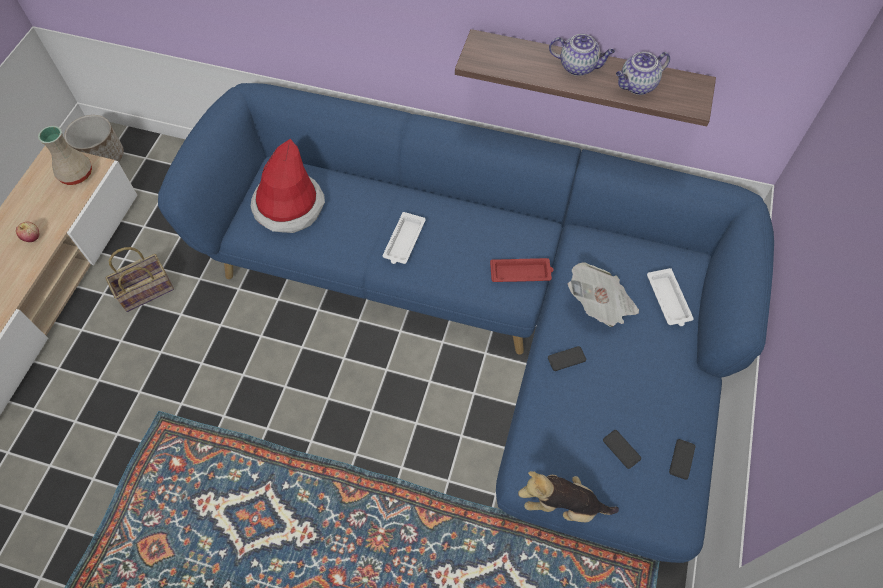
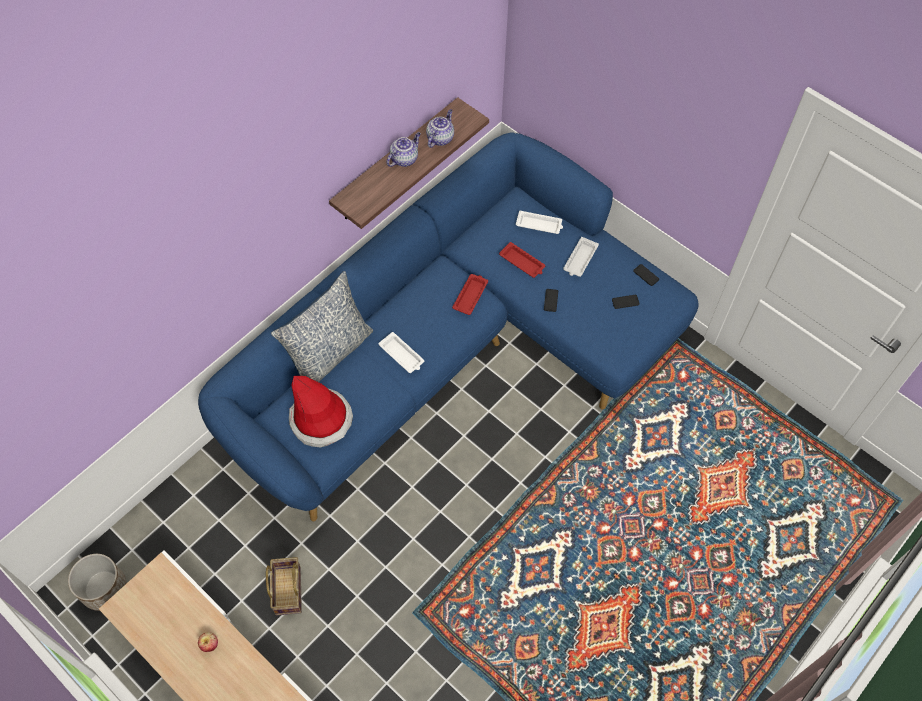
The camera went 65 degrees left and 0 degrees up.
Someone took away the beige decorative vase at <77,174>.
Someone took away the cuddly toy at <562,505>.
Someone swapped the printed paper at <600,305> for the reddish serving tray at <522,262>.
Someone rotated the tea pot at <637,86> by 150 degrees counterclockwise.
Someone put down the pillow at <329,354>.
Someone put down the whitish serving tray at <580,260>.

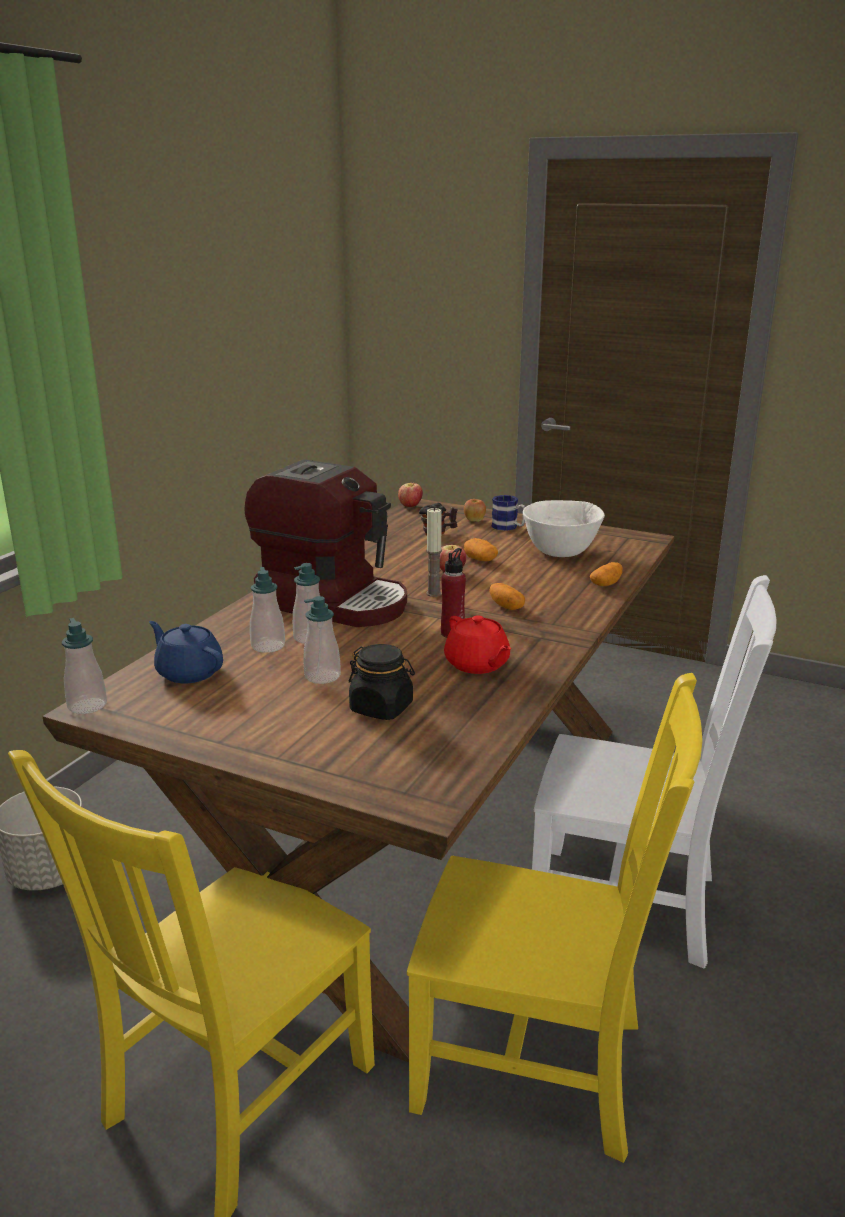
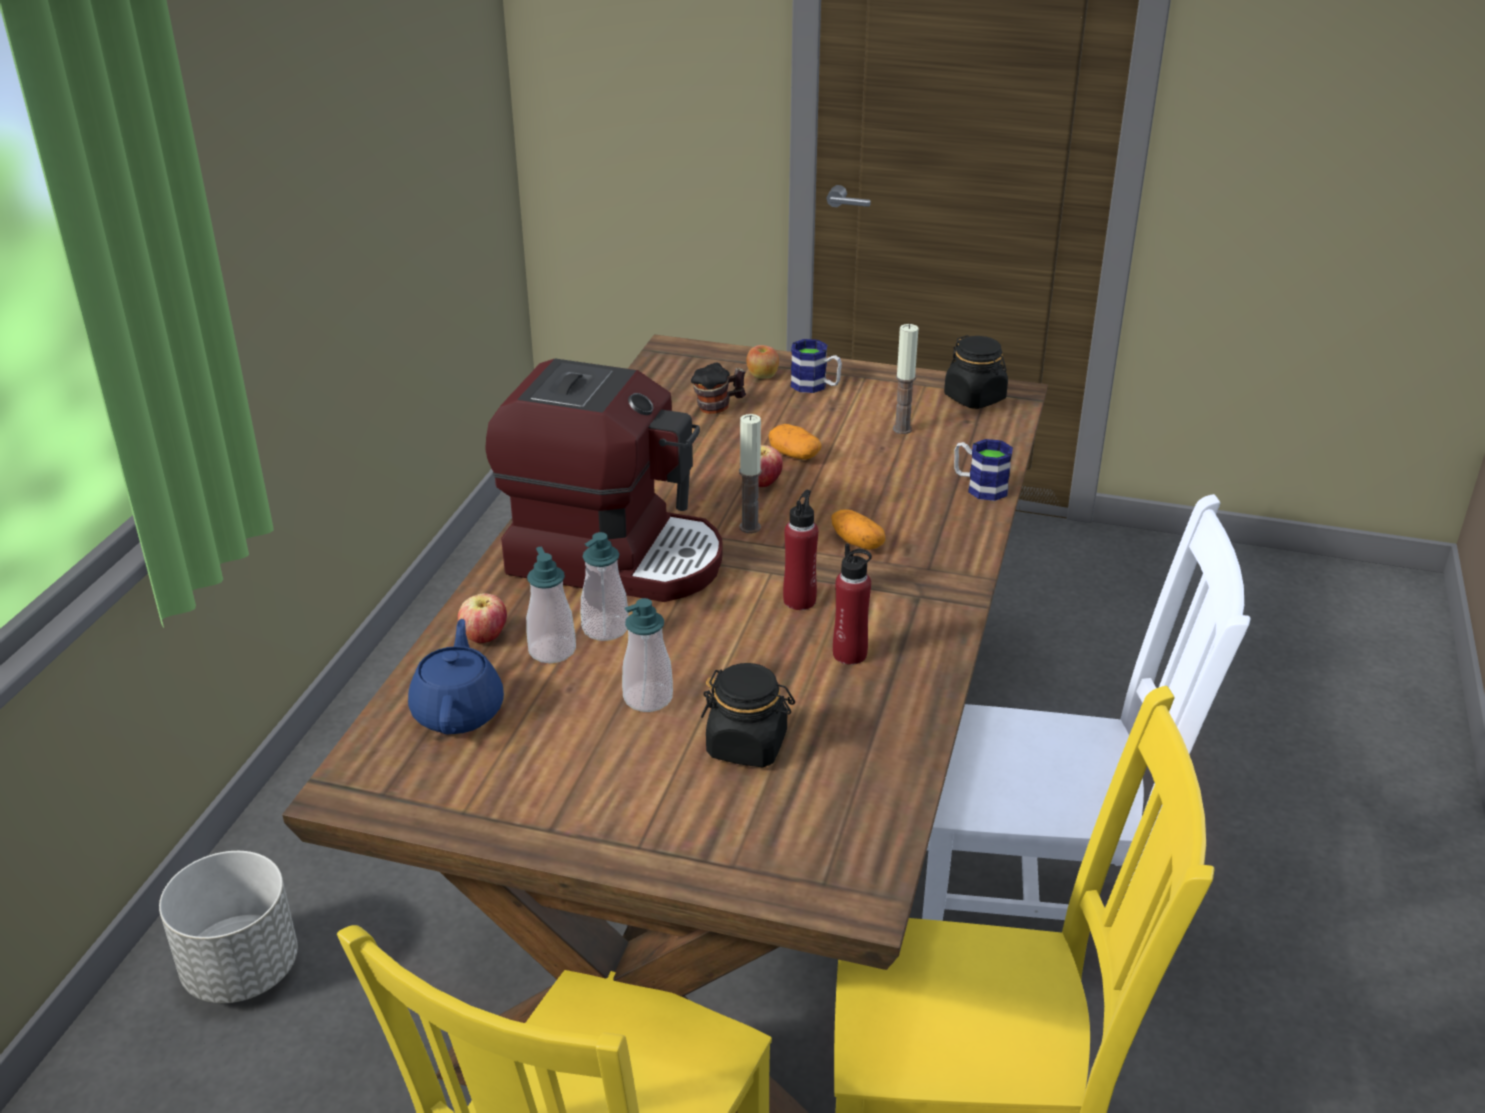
The camera went 10 degrees left and 10 degrees up.
Someone took away the soap dispenser at <87,705>.
Someone rotated the bluish tea pot at <189,672> by 60 degrees clockwise.
Someone carried the whole apple from <410,506> to <484,637>.
Someone swapped the reddish tea pot at <477,664> for the reddish bottle at <850,654>.
Someone swapped the whitish serving bowl at <561,551> for the wax light at <902,429>.
Someone swapped the potato at <606,584> for the coffee mug at <979,487>.
Someone put down the black storage jar at <975,398>.

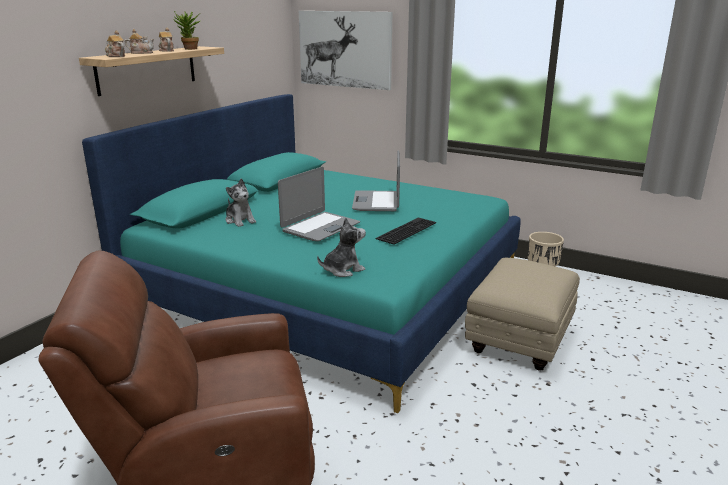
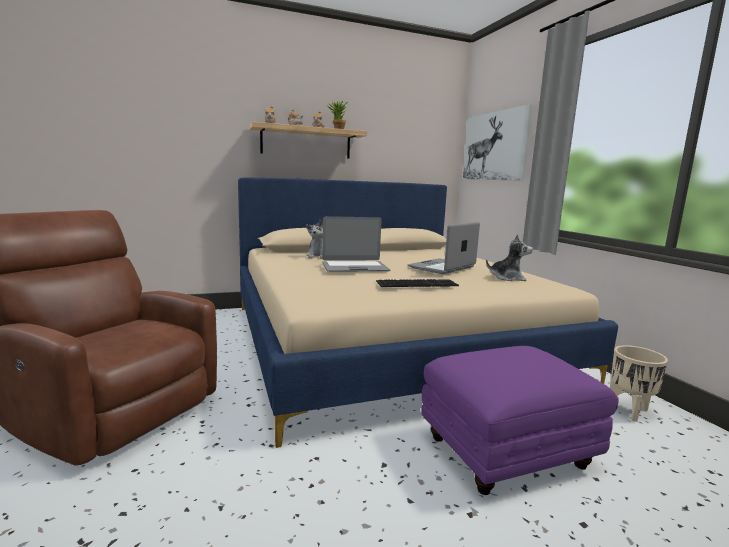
The camera went 40 degrees right and 10 degrees down.
Someone repainted the blue-green bedroom bed at <328,289>, which became the beige bedroom bed at <387,341>.
Someone carried the cuddly toy from <343,270> to <508,278>.
Someone repainted the beige pouffe at <520,339>, which became the purple-coloured pouffe at <507,452>.

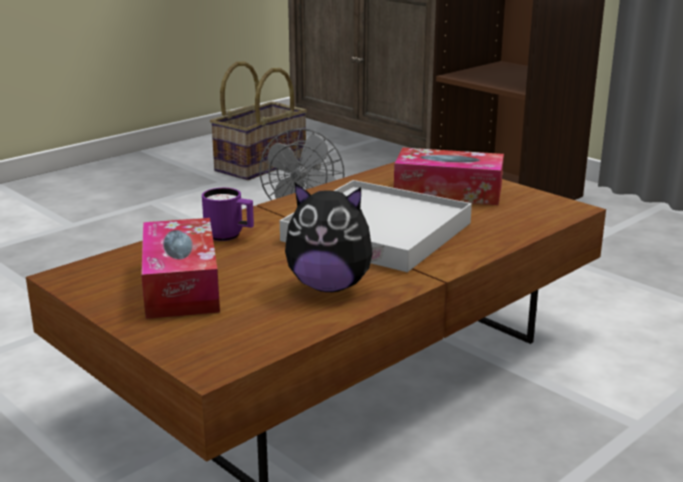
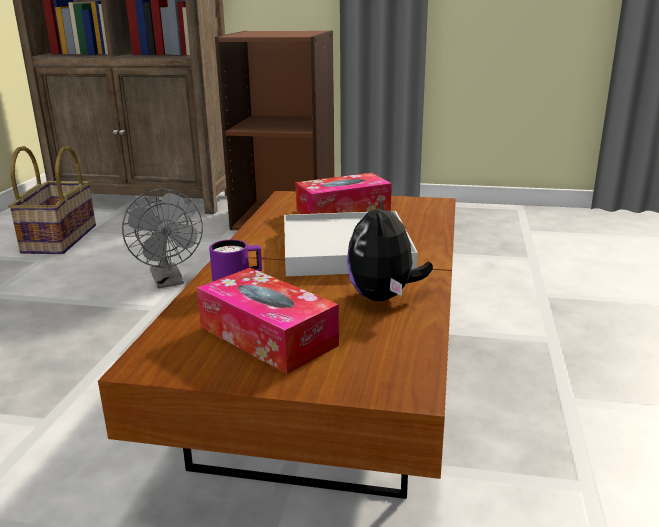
The camera went 35 degrees left and 0 degrees up.
Someone rotated the cuddly toy at <330,286> by 120 degrees clockwise.

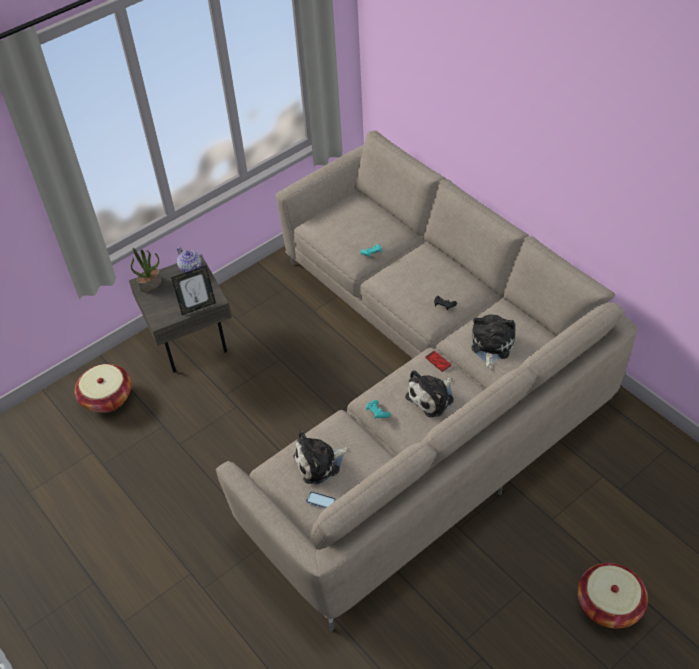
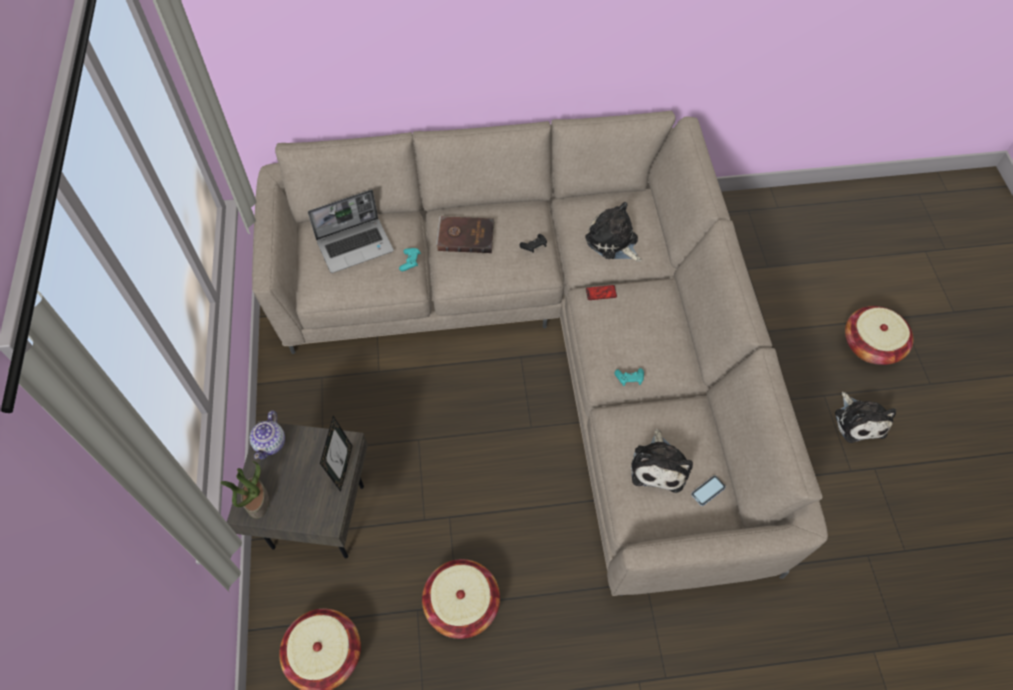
The camera went 60 degrees left and 10 degrees up.
Someone rotated the tea pot at <190,268> by 105 degrees clockwise.
Someone carried the cuddly toy from <432,397> to <859,421>.
Someone put down the notebook computer at <355,245>.
Someone put down the storage basket at <462,604>.
Someone put down the brown-coloured bound book at <465,236>.

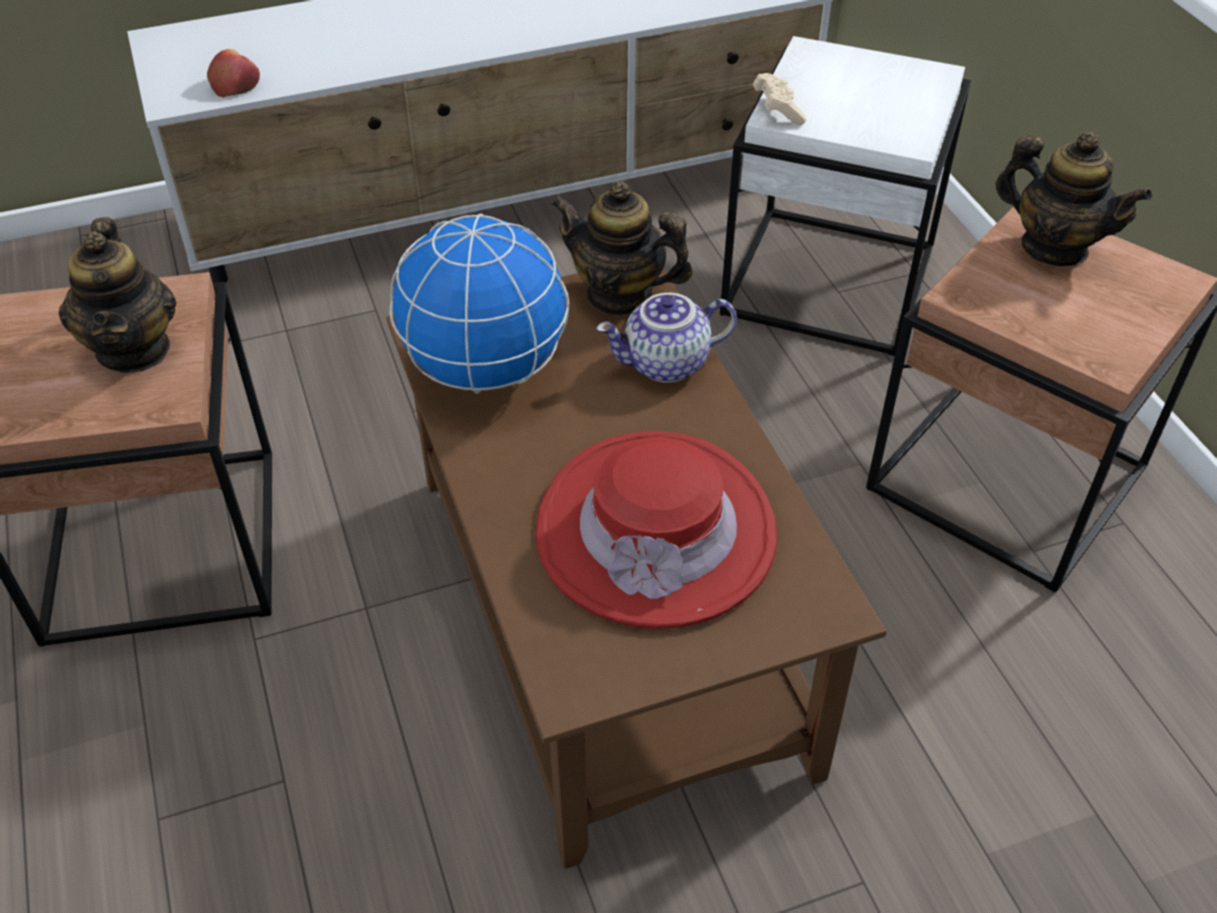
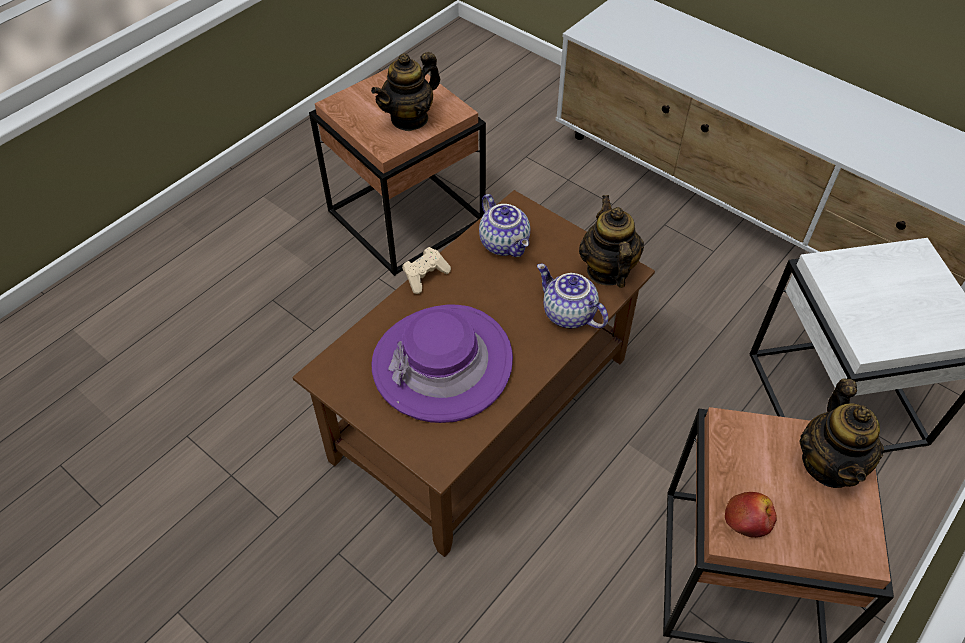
The camera went 60 degrees right and 5 degrees up.
Someone carried the whole apple from <235,84> to <749,518>.
Someone swapped the globe at <484,369> for the tea pot at <505,244>.
Someone repainted the reddish wearable hat at <656,532>, which became the purple-coloured wearable hat at <442,363>.
Someone carried the beige gamepad from <777,110> to <425,276>.

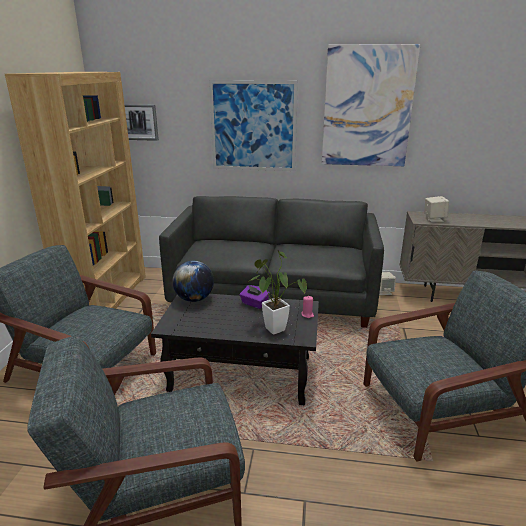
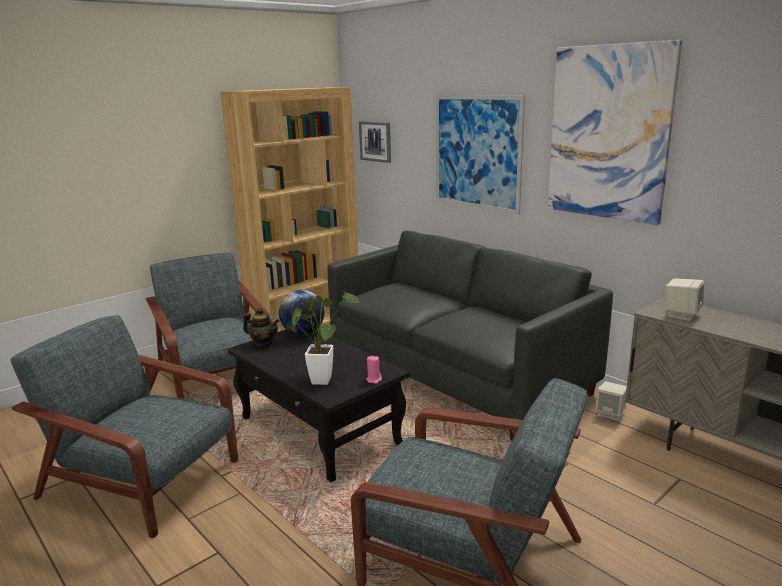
The camera went 40 degrees right and 5 degrees down.
Someone took away the purple-coloured tissue box at <254,304>.
Someone put down the tea pot at <263,344>.

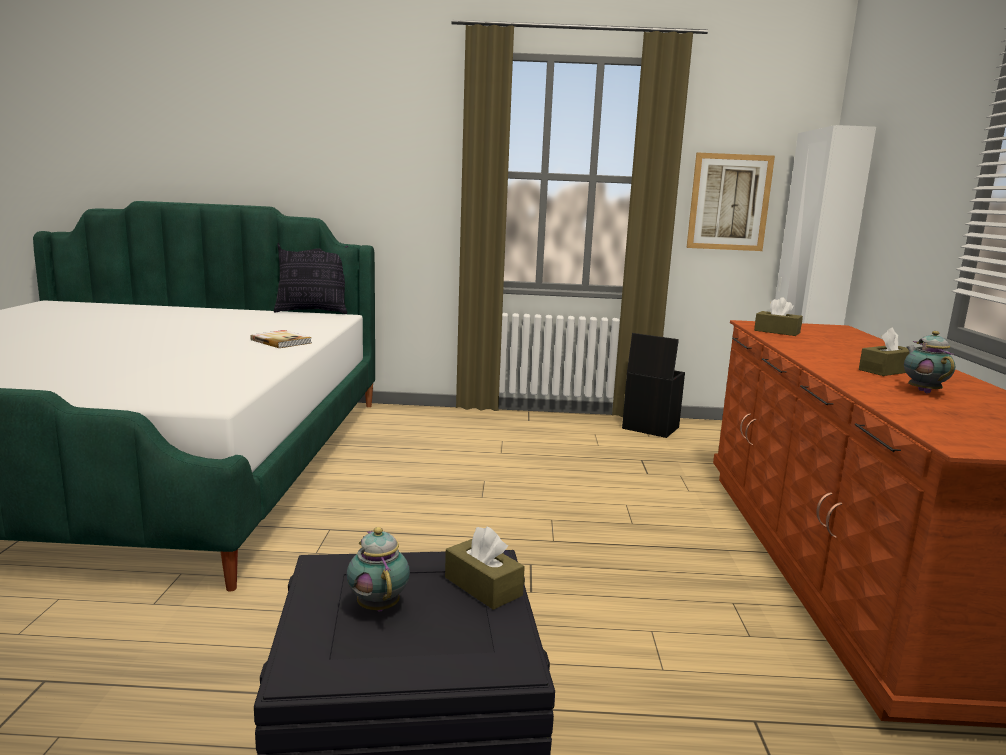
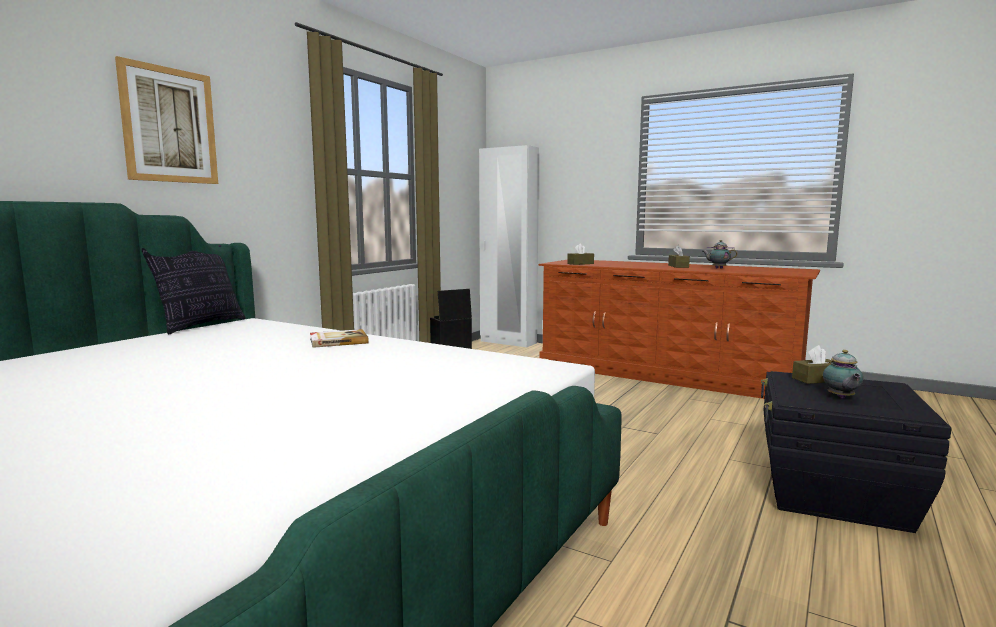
The camera went 60 degrees left and 5 degrees down.
Someone rotated the tea pot at <378,605> by 90 degrees counterclockwise.
Someone carried the wall art from <729,202> to <169,125>.

